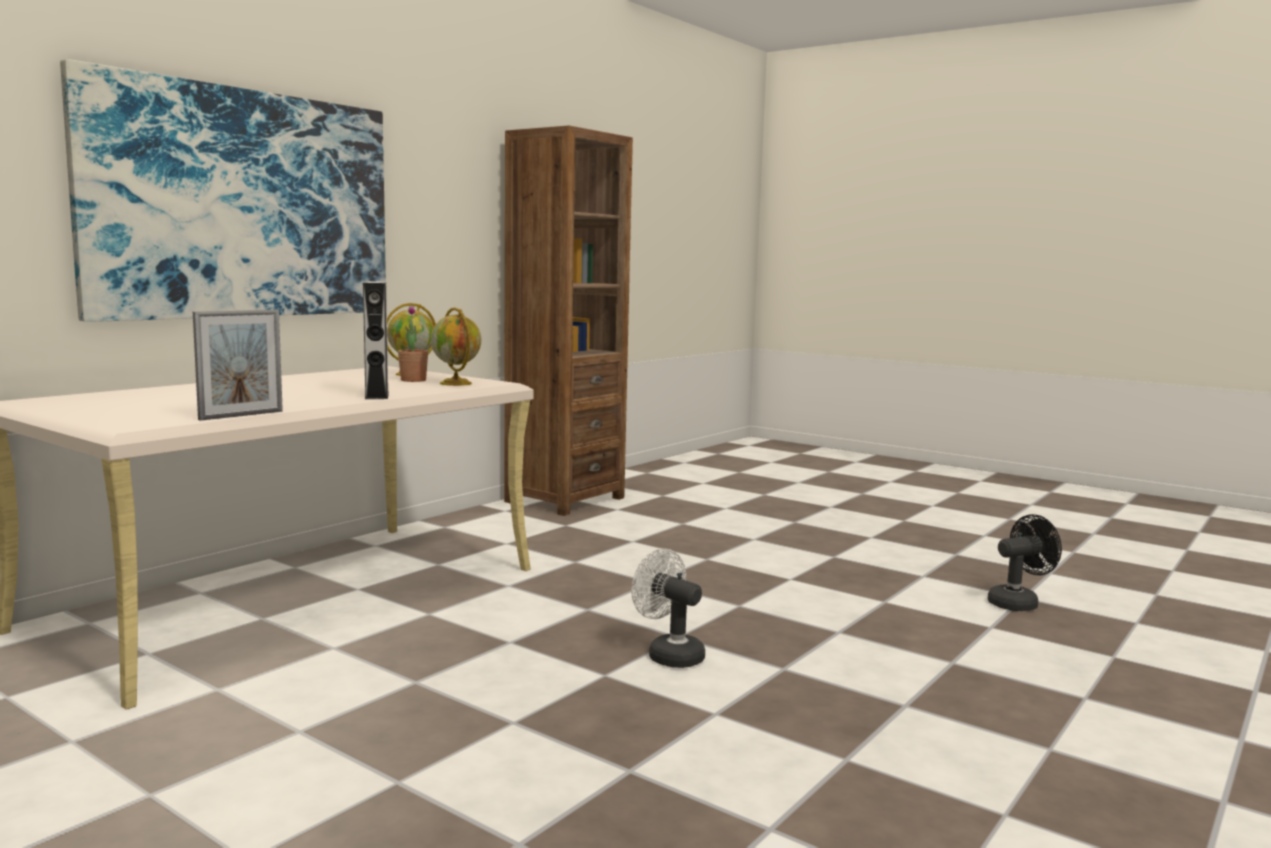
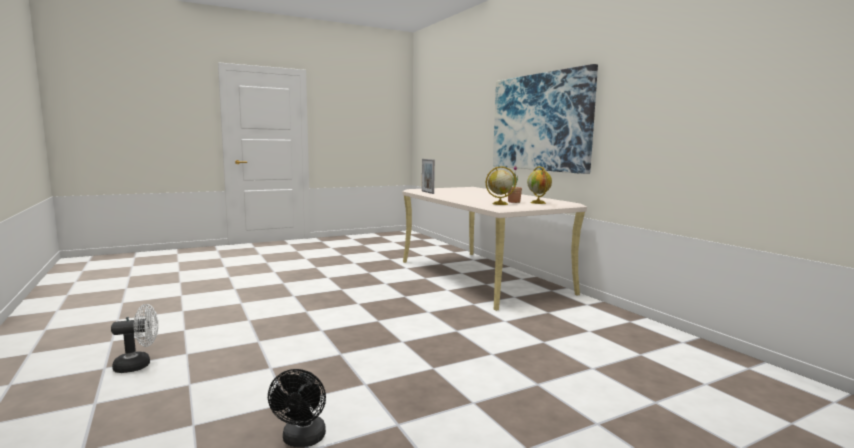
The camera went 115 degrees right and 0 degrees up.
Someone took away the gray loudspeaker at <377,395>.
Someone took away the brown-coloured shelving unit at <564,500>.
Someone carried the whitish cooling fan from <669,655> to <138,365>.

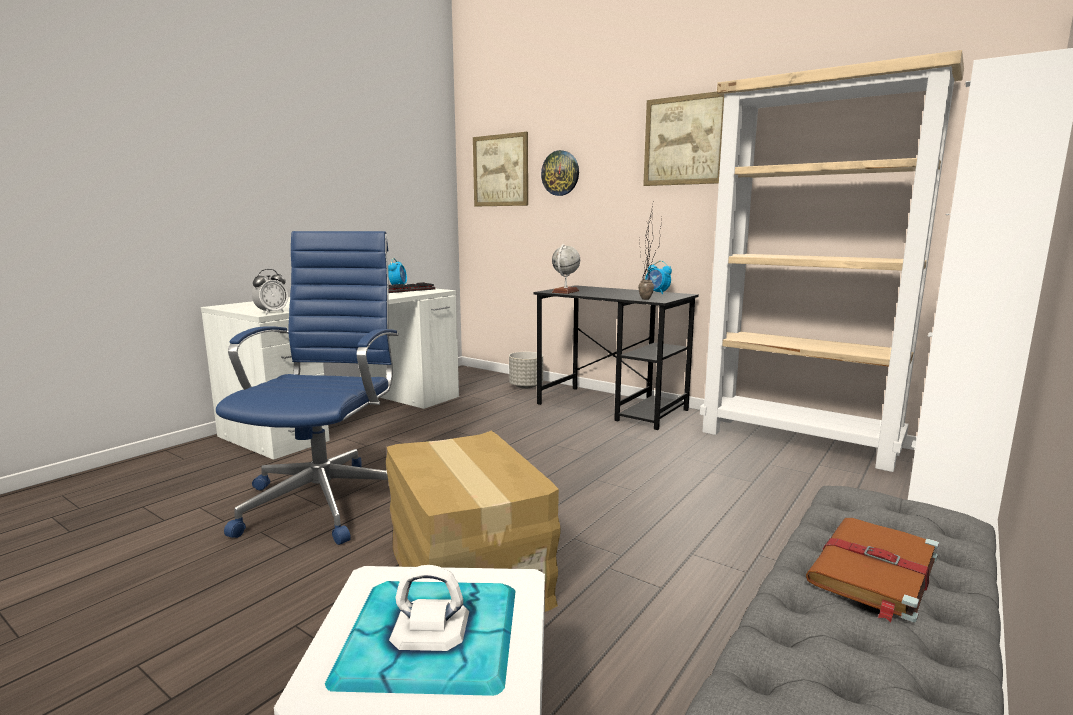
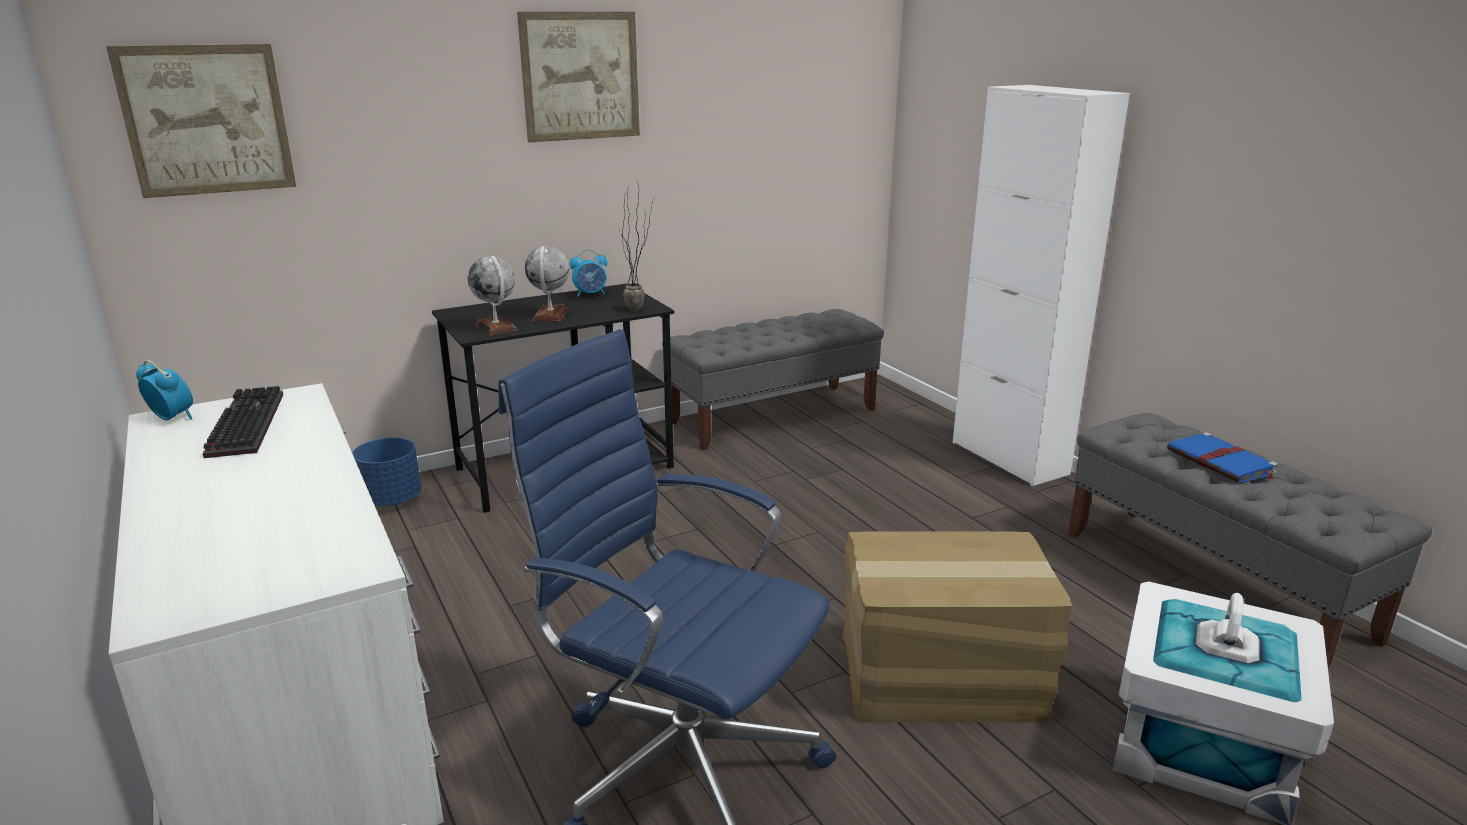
The camera went 65 degrees left and 10 degrees up.
Someone took away the bedside clock at <272,312>.
Someone repainted the gray planter at <526,386>, which became the bluish planter at <392,500>.
Someone took away the hanging clock at <560,173>.
Someone swapped the beige shelving unit at <798,441> for the gray indoor bench at <773,416>.
Someone repainted the brown-coloured bound book at <873,570>, which became the bluish bound book at <1221,462>.
Someone put down the globe at <550,315>.

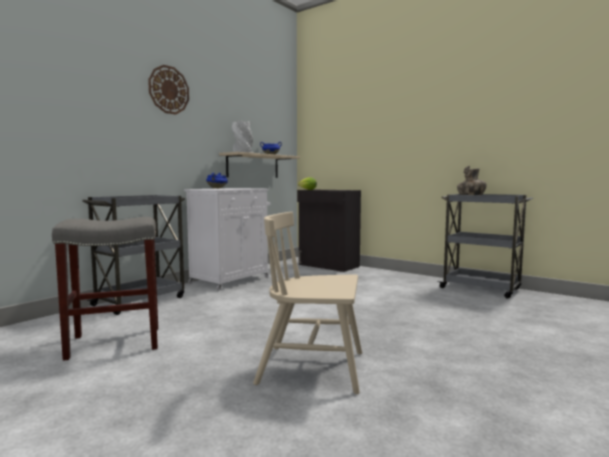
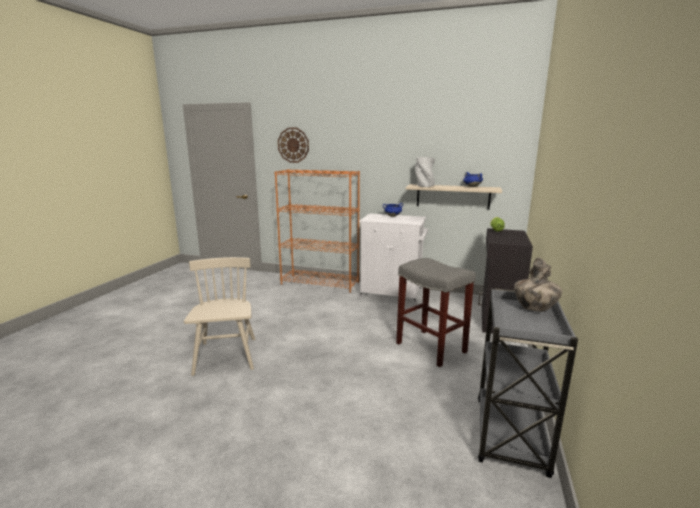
The camera went 70 degrees right and 10 degrees up.
Someone carried the gray sitting stool from <116,342> to <432,348>.
Someone swapped the gray wheeled cart at <141,301> for the orange-coloured shelving unit at <320,283>.
Someone carried the hanging clock from <169,90> to <293,145>.

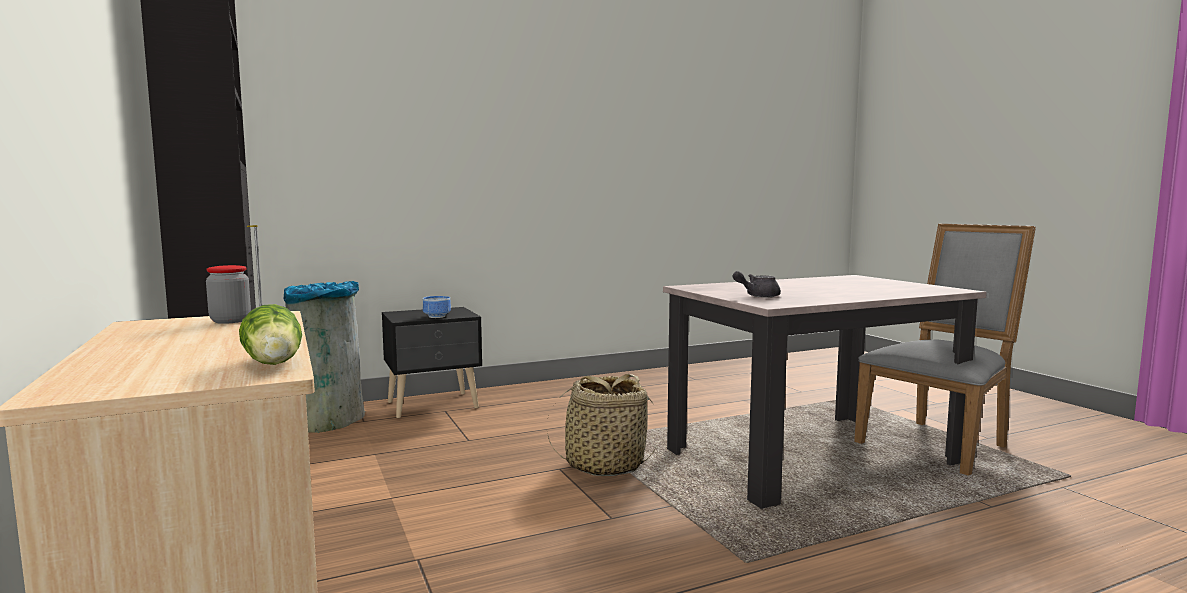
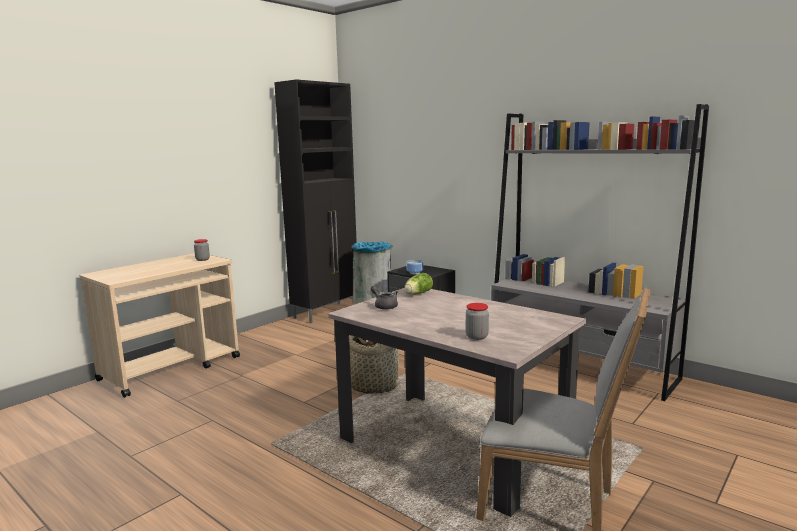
The camera went 65 degrees right and 5 degrees up.
Someone carried the lettuce head from <274,364> to <417,294>.
Someone put down the storage jar at <477,337>.
Someone put down the gray shelving unit at <580,366>.

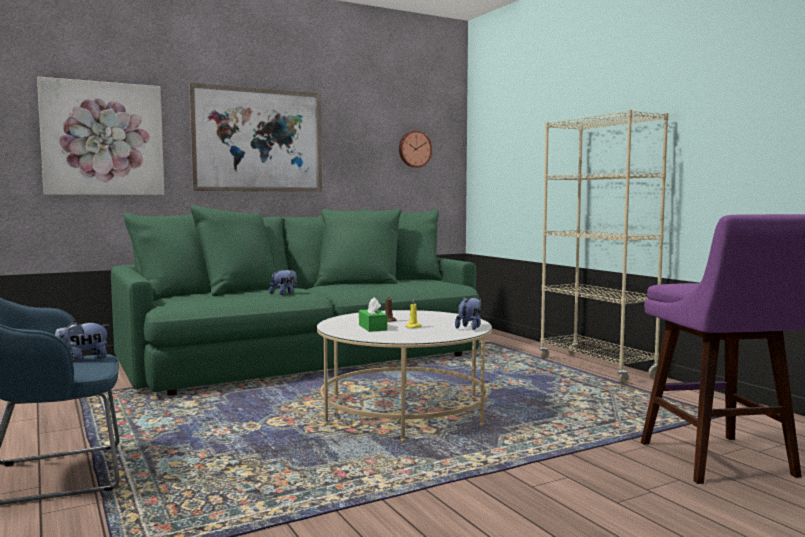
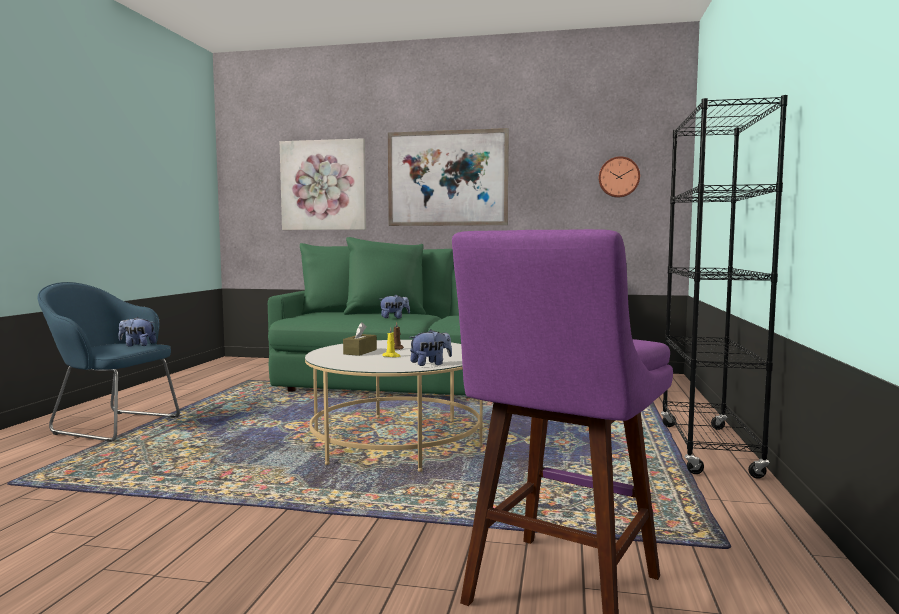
The camera went 40 degrees right and 0 degrees up.
Someone repainted the green-coloured tissue box at <372,327>, which became the brown-coloured tissue box at <360,352>.
Someone repainted the beige shelving unit at <596,367>, which became the black shelving unit at <708,449>.

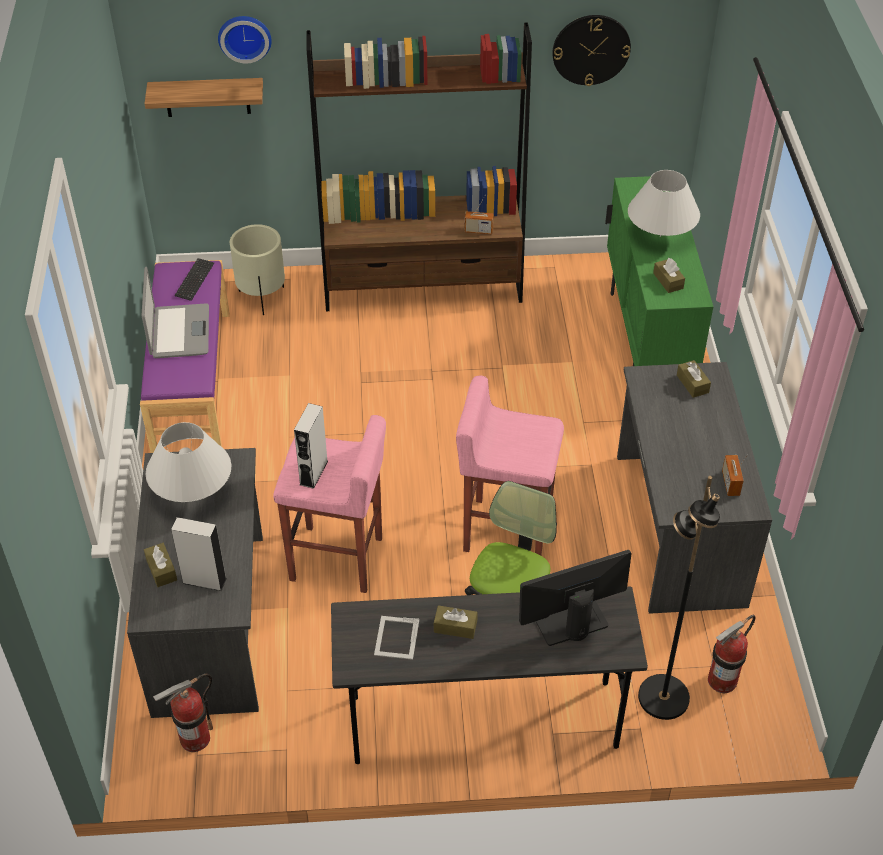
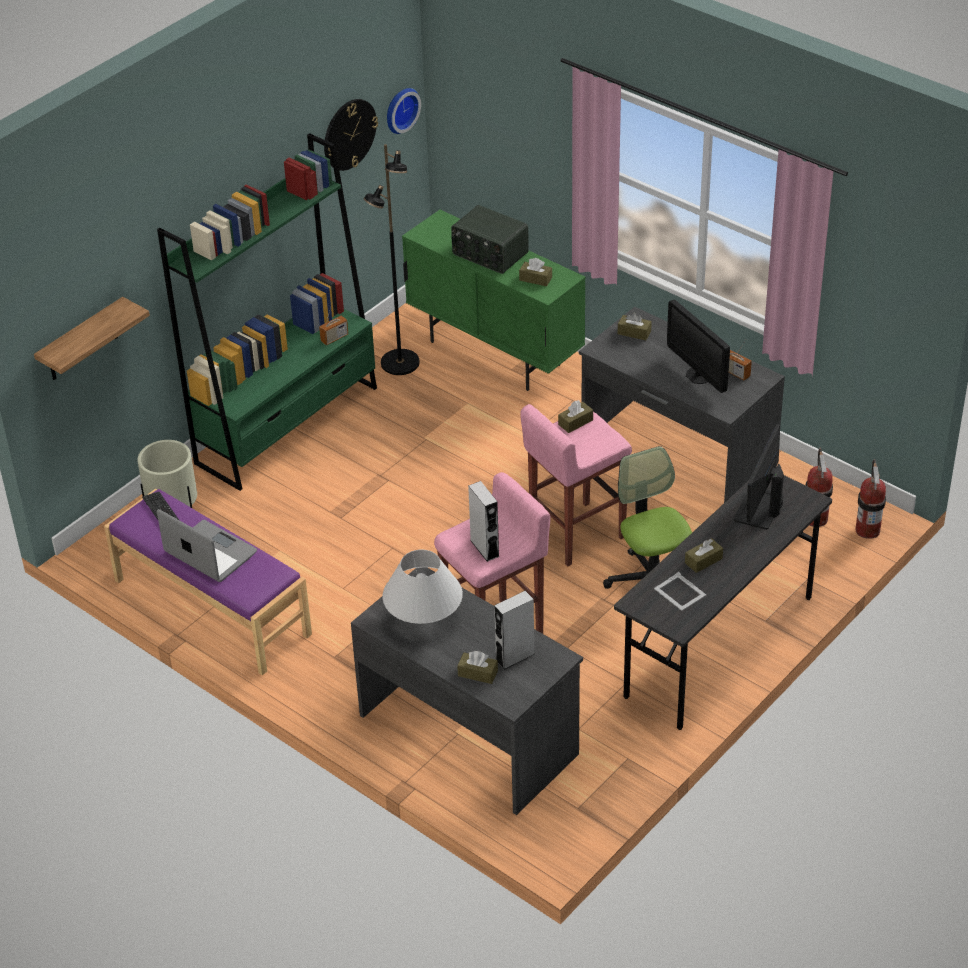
The camera went 45 degrees left and 5 degrees down.
Someone carried the fire-fighting cylinder from <195,738> to <867,530>.
Someone carried the hanging clock from <244,37> to <400,109>.
Someone repainted the brown-coloured shelving unit at <423,286>, which became the green-coloured shelving unit at <288,425>.
Someone swapped the whitish lamp for a table at <660,236> for the radio receiver at <489,254>.
Someone carried the black floor lamp from <662,698> to <399,363>.
Someone put down the brown-coloured tissue box at <575,422>.
Someone put down the computer screen at <698,375>.

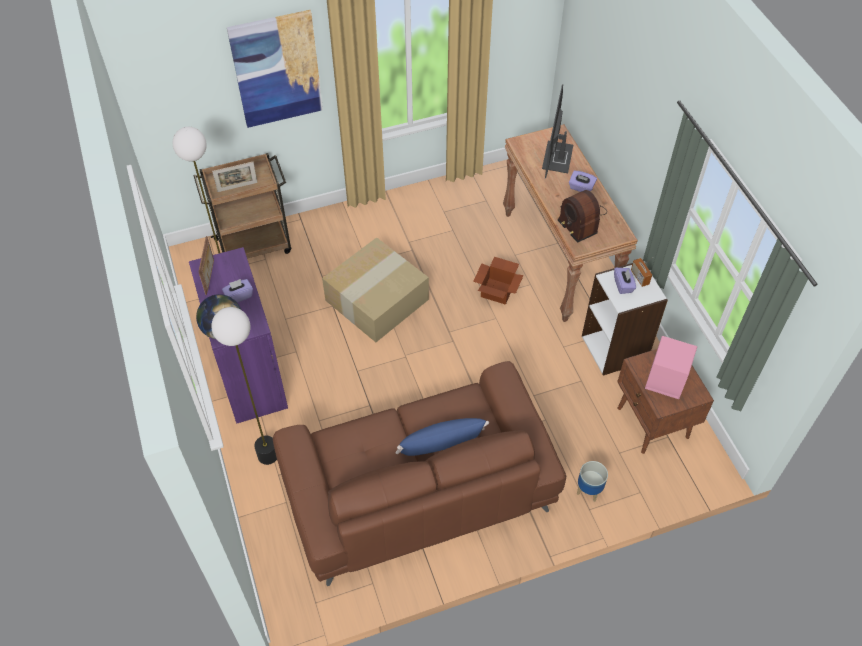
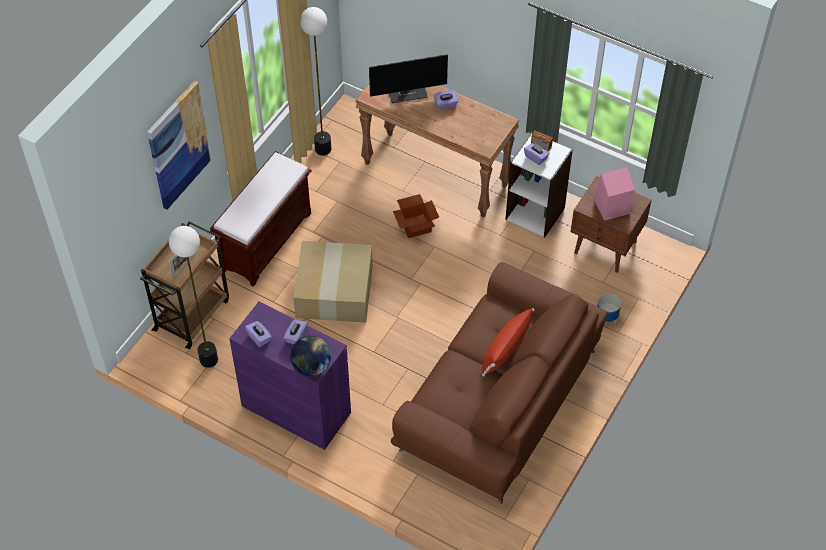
The camera went 40 degrees left and 0 degrees up.
Someone swapped the photo frame at <210,277> for the purple-coloured tissue box at <259,338>.
Someone carried the floor lamp from <268,455> to <323,149>.
Someone repainted the bluish pillow at <441,444>, which became the reddish pillow at <505,349>.
Someone rotated the computer screen at <557,158> by 75 degrees counterclockwise.
Someone took away the radio receiver at <580,220>.
Someone put down the brown-coloured indoor bench at <267,240>.

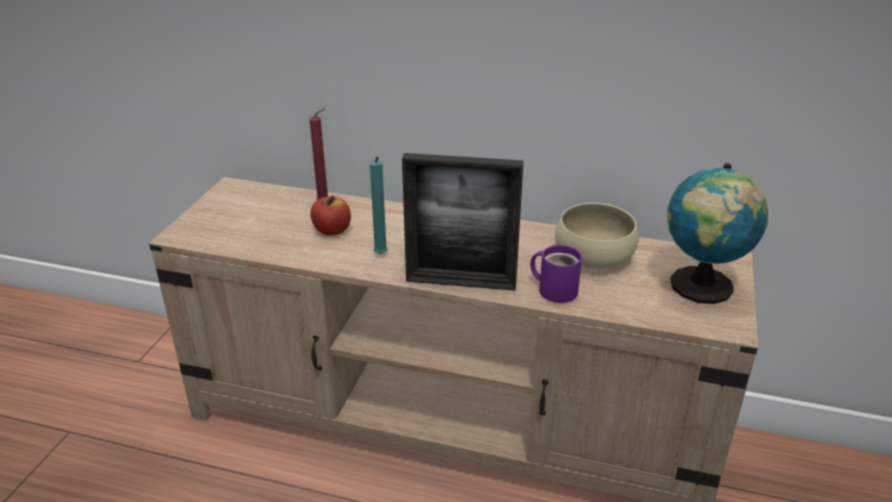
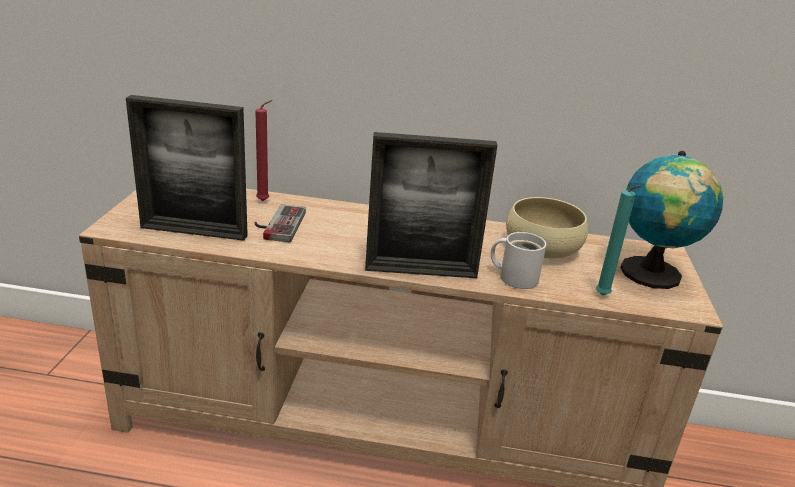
The camera went 10 degrees left and 5 degrees down.
Someone swapped the whole apple at <332,230> for the gamepad at <277,224>.
Someone carried the blue-green wax light from <380,256> to <603,297>.
Someone repainted the purple-coloured coffee mug at <555,289>, which became the whitish coffee mug at <515,277>.
Someone put down the photo frame at <194,231>.

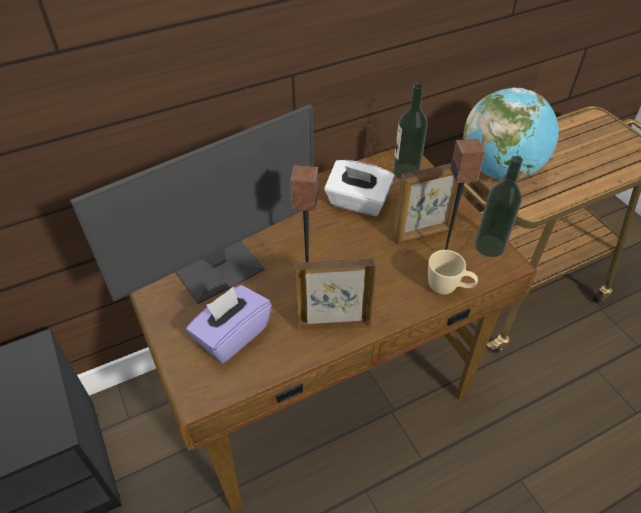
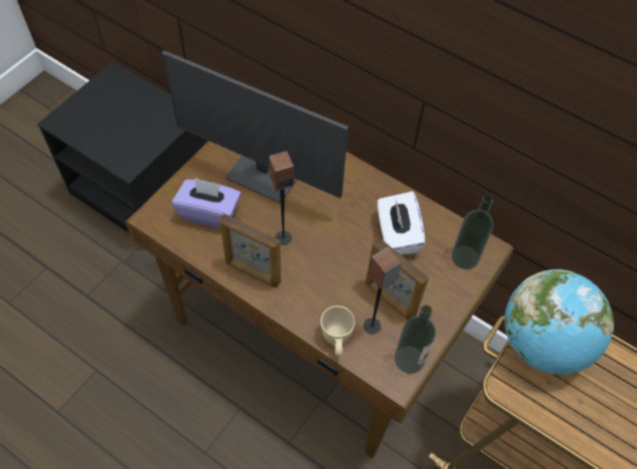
The camera went 60 degrees right and 10 degrees up.
Someone rotated the photo frame at <333,325> by 150 degrees clockwise.

